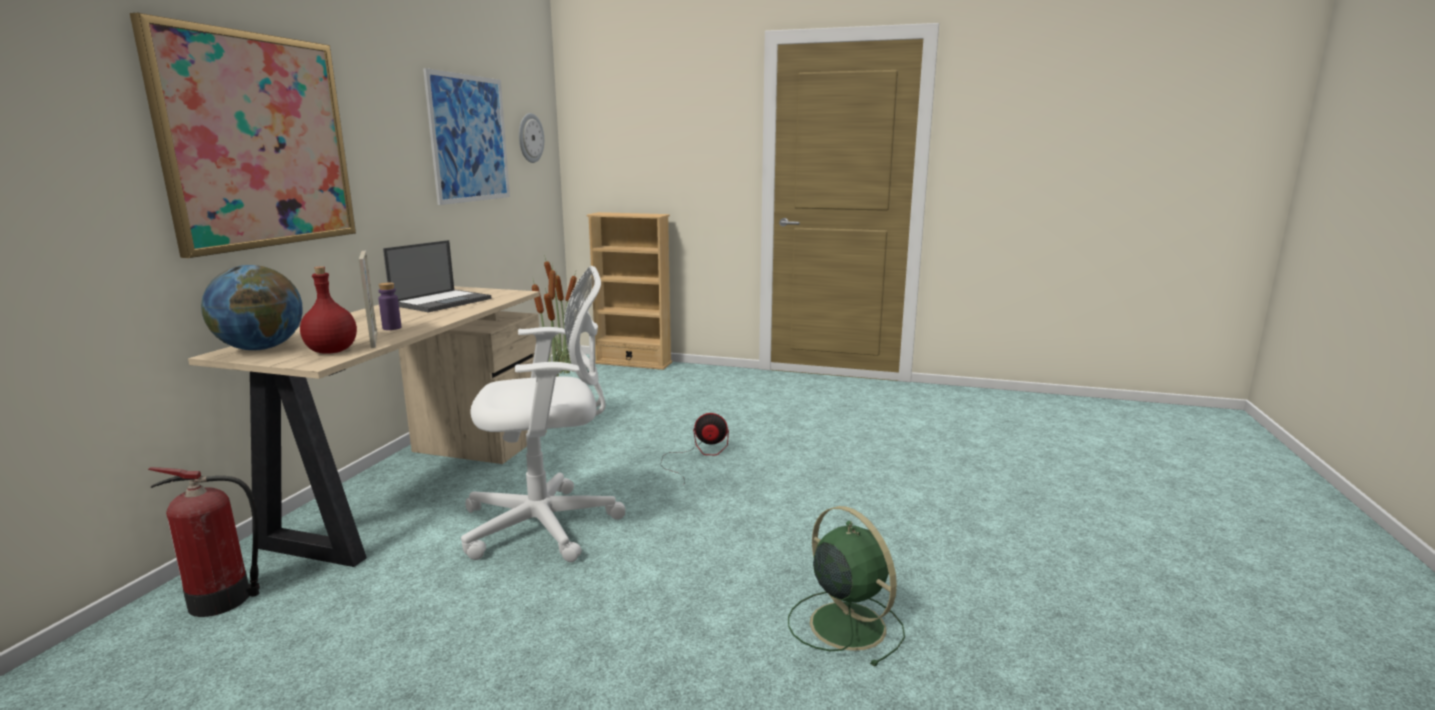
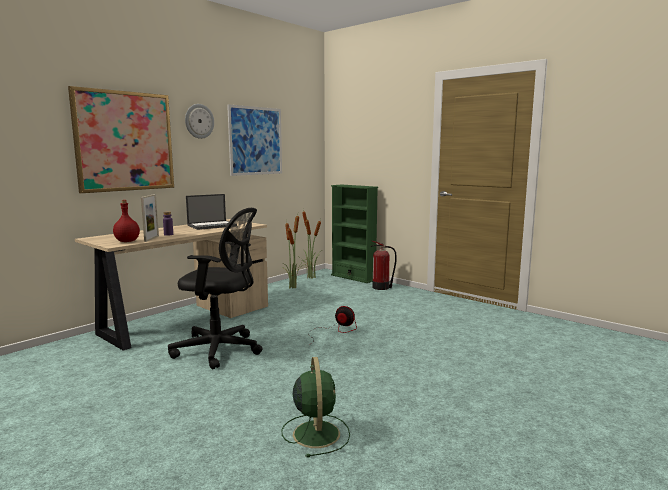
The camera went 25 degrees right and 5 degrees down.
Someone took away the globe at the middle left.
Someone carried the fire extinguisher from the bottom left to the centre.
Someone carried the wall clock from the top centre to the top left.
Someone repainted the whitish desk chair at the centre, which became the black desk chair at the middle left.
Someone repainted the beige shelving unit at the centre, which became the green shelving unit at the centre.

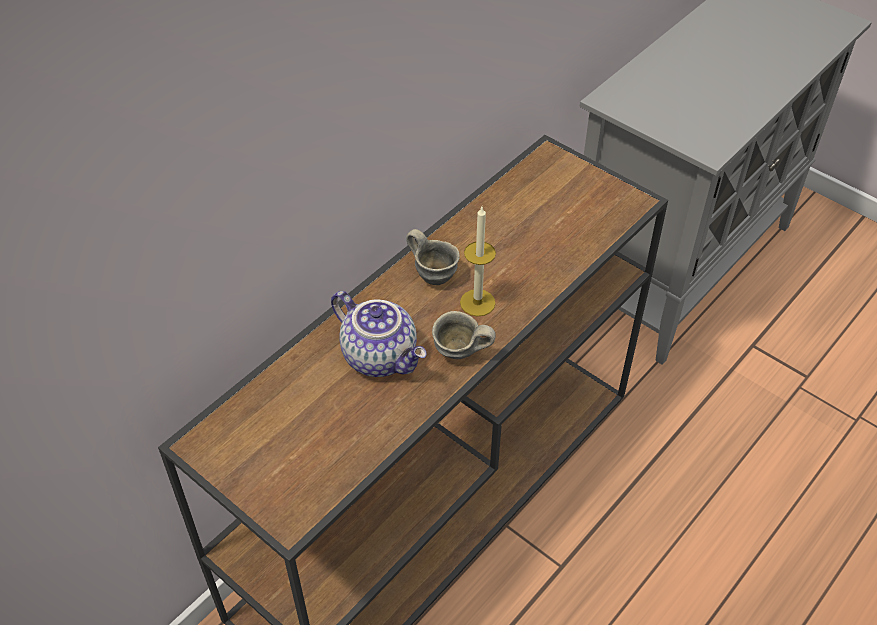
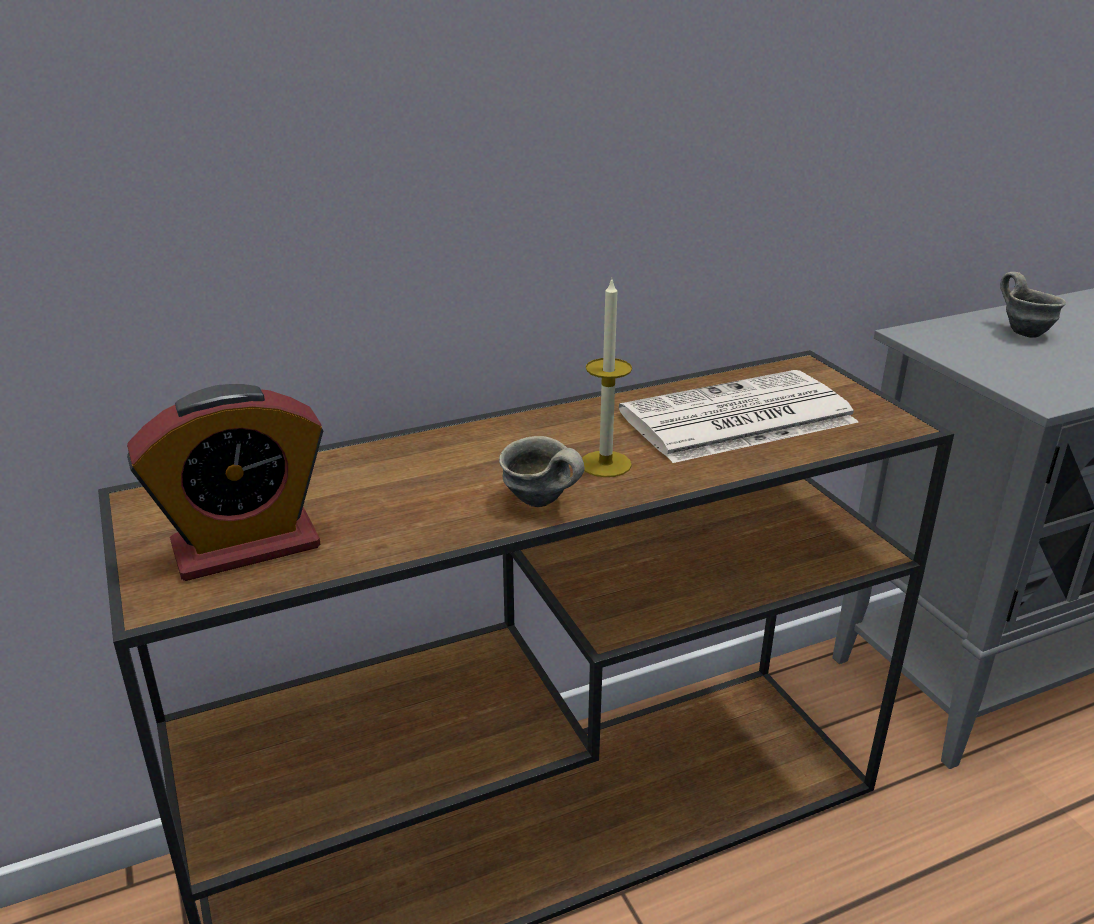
The camera went 25 degrees right and 20 degrees down.
Someone took away the pot for tea at the centre.
Someone put down the bedside clock at the middle left.
Someone put down the newspaper at the middle right.
Someone carried the gray mug (1st from left in the first image) from the centre to the top right.

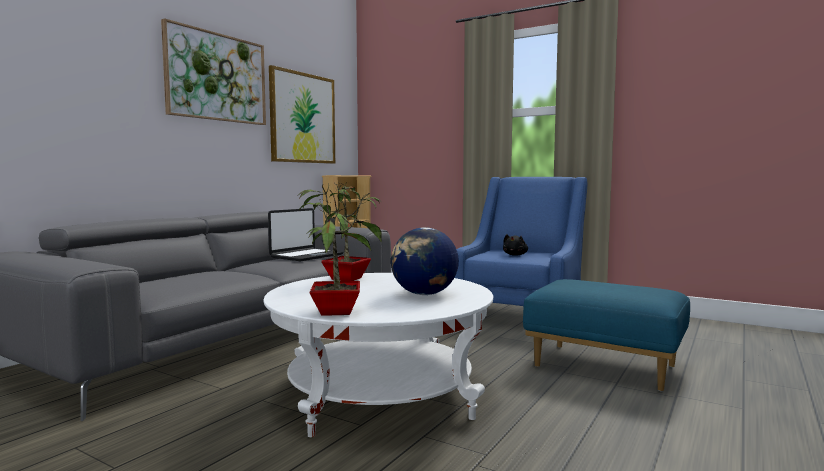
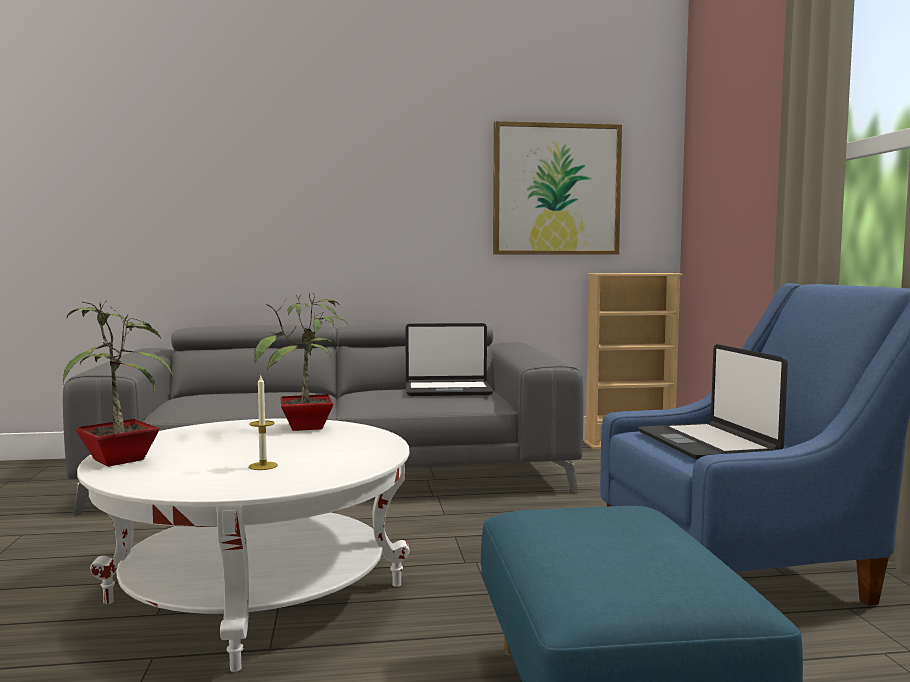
The camera went 50 degrees right and 0 degrees up.
Someone took away the wall picture (1st from left) at the top left.
Someone swapped the globe at the centre for the candle at the middle left.
Someone swapped the black cuddly toy at the centre for the notebook computer (2nd from left) at the middle right.

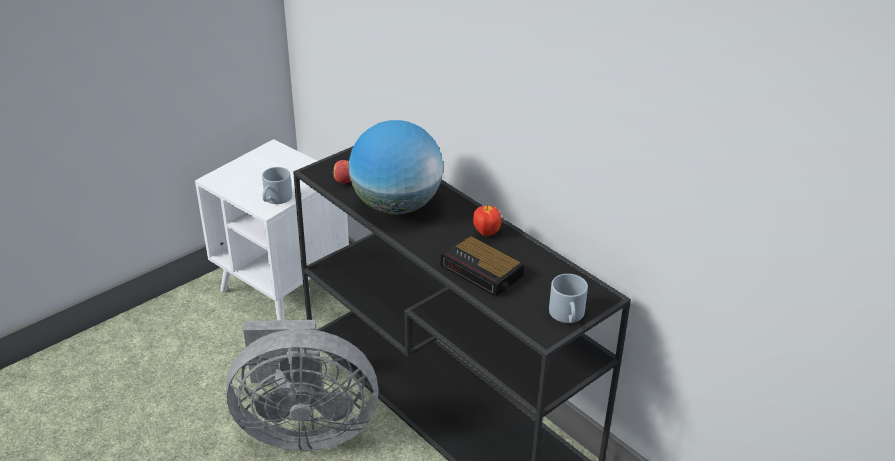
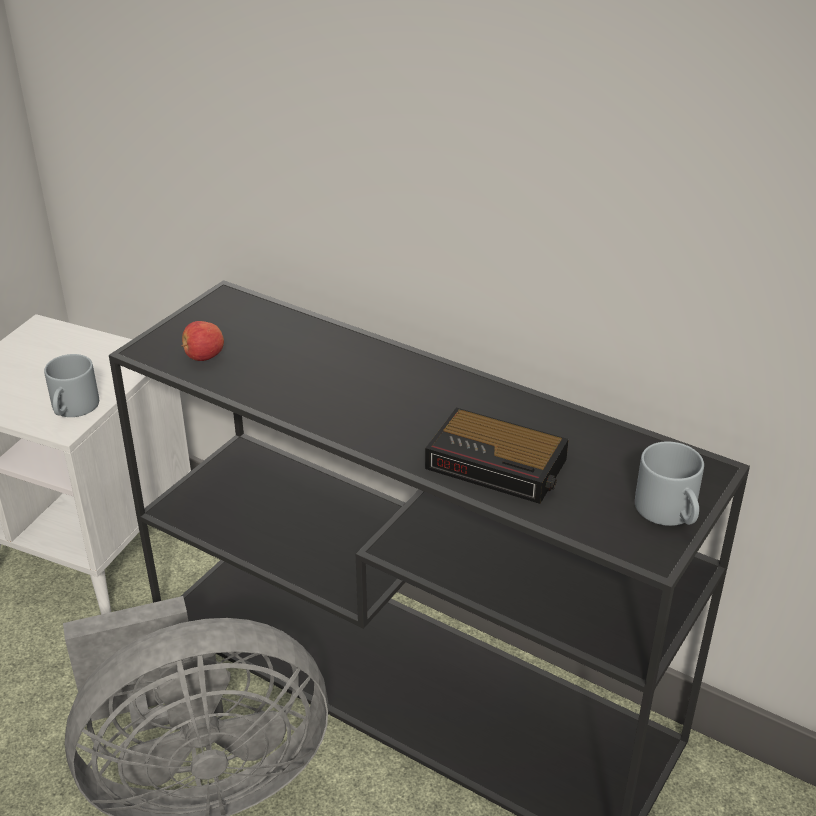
The camera went 15 degrees left and 0 degrees up.
Someone took away the globe at the centre.
Someone took away the apple (2nd from left) at the centre.

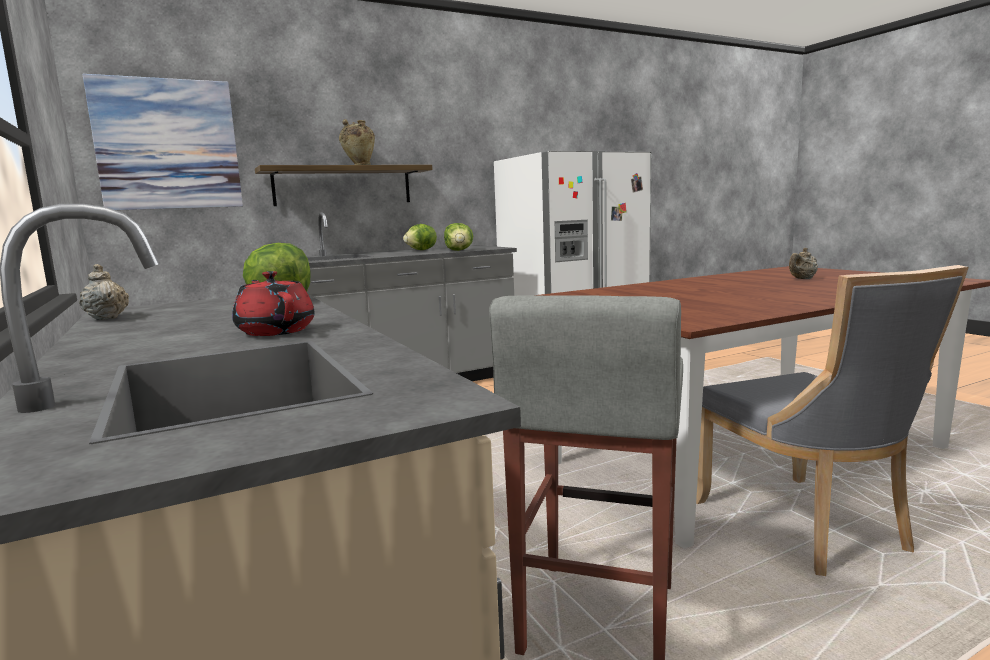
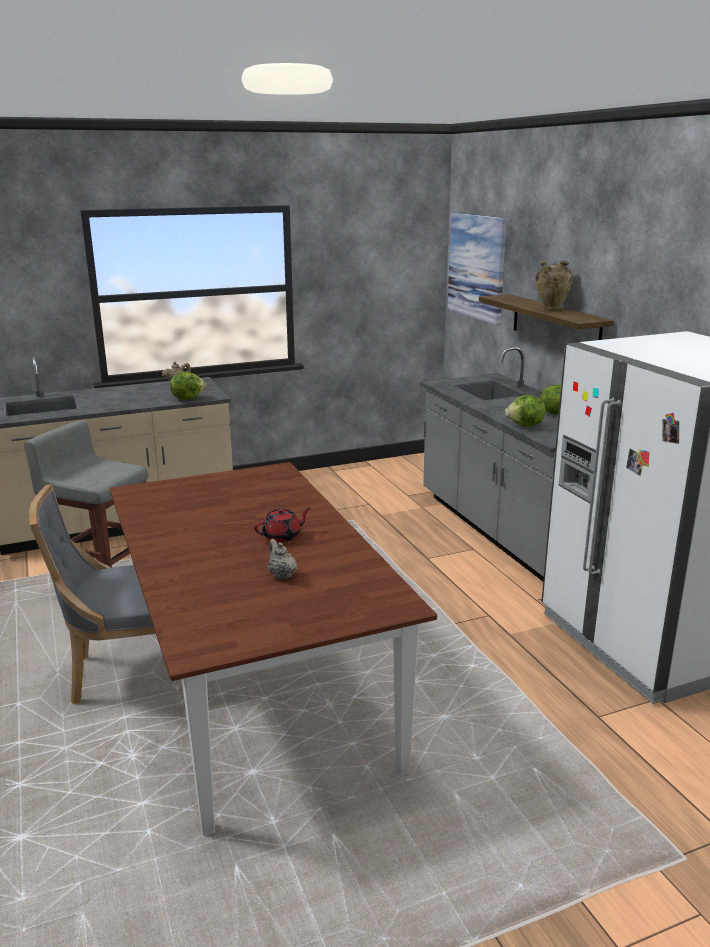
The camera went 95 degrees right and 10 degrees up.
Someone carried the red-coloured pot for tea from the middle left to the centre.

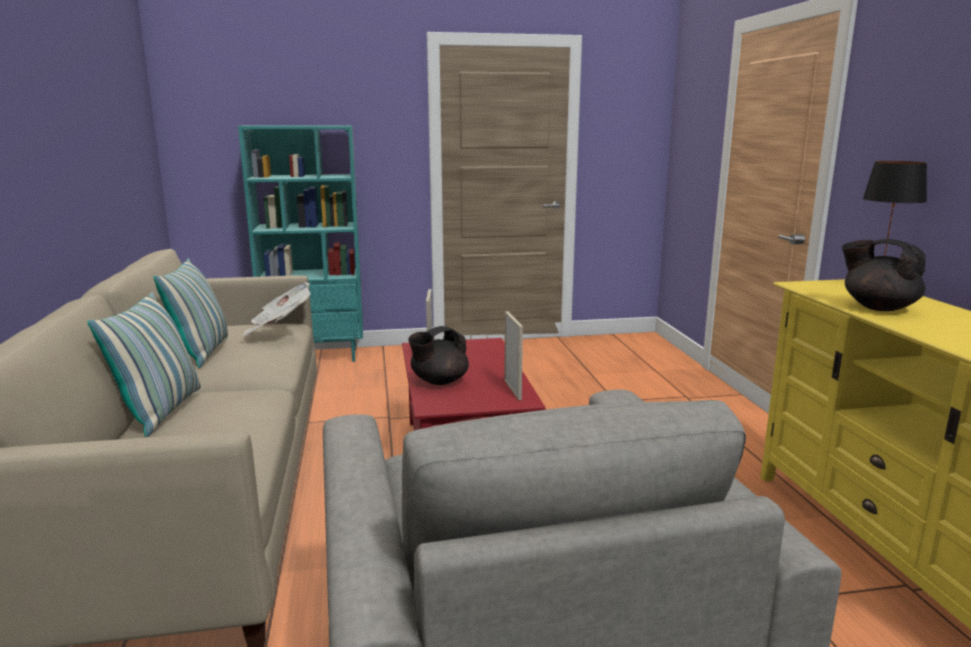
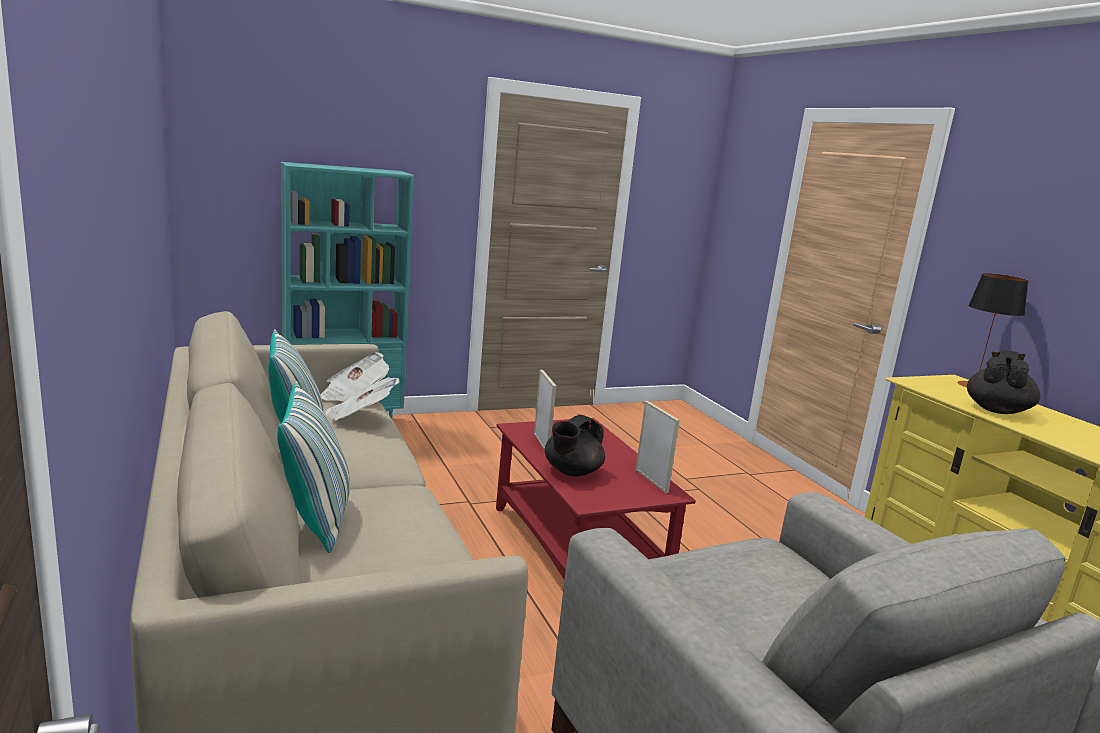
The camera went 15 degrees left and 0 degrees up.
Someone rotated the black pot for tea (2nd from left) at the middle right by 90 degrees clockwise.

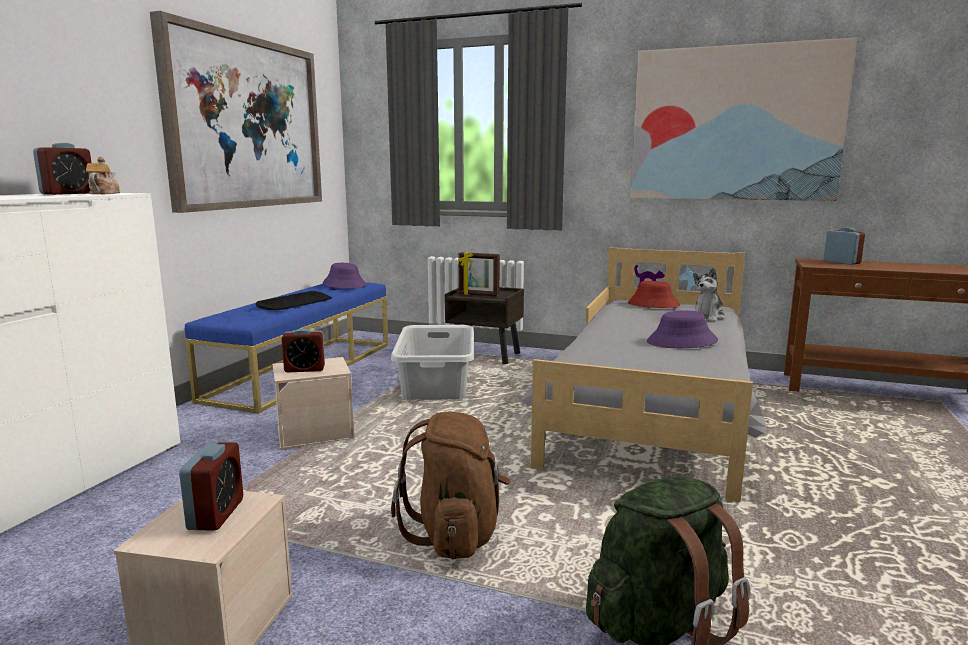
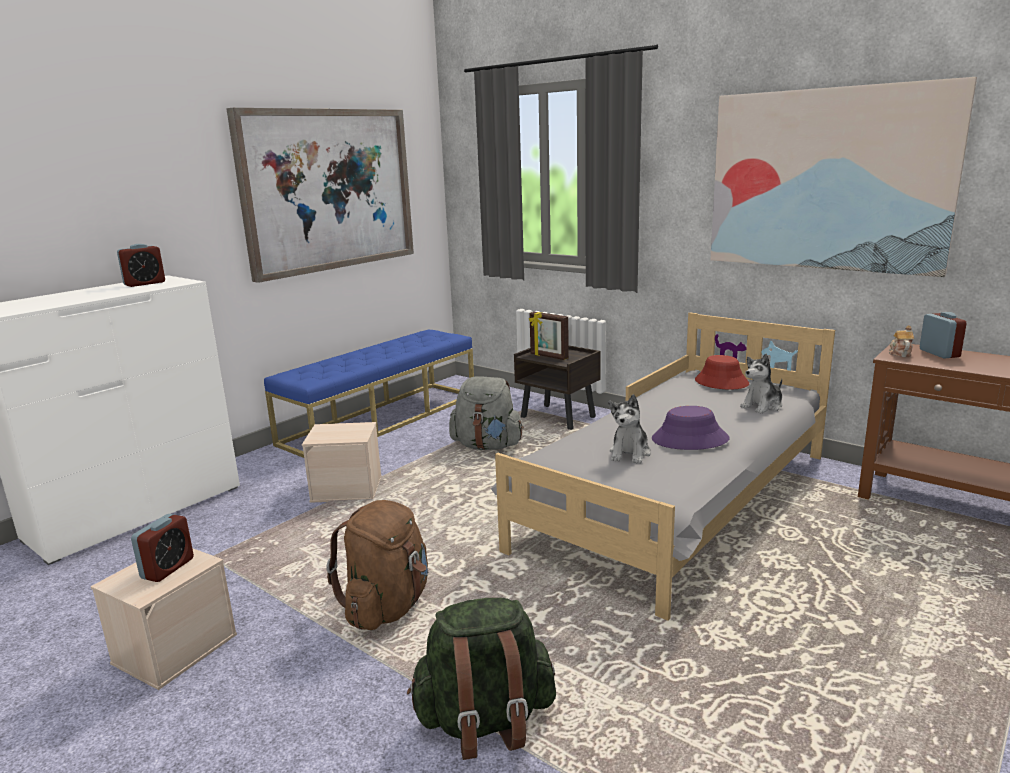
The camera went 20 degrees right and 5 degrees up.
Someone took away the computer keyboard at the middle left.
Someone took away the bedside clock (3rd from left) at the middle left.
Someone took away the purplish hat (1st from left) at the centre.
Someone put down the cuddly toy (1st from left) at the centre.
Someone carried the pot for tea from the top left to the middle right.
Someone swapped the gray laundry basket at the centre for the gray knapsack at the centre.

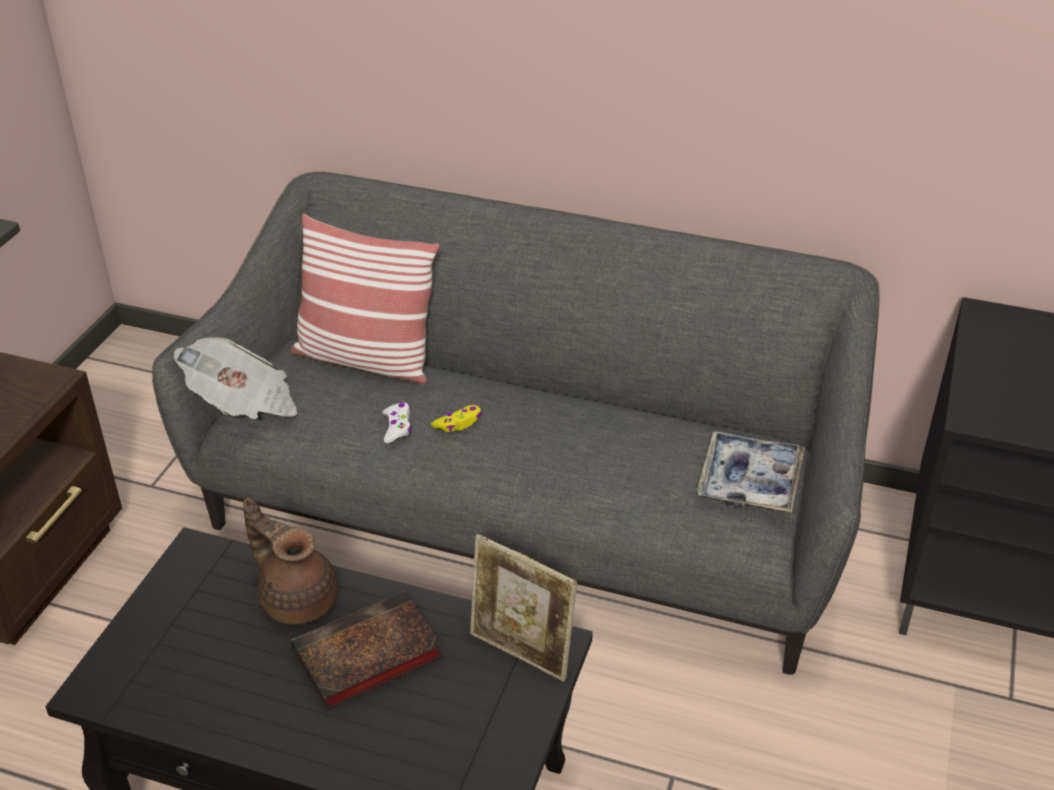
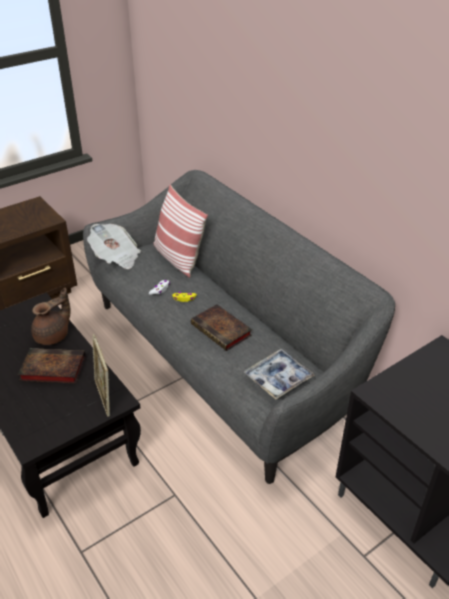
The camera went 35 degrees right and 0 degrees up.
Someone put down the bound book (2nd from left) at the centre.
Someone rotated the brownish pot for tea at the bottom left by 60 degrees clockwise.

